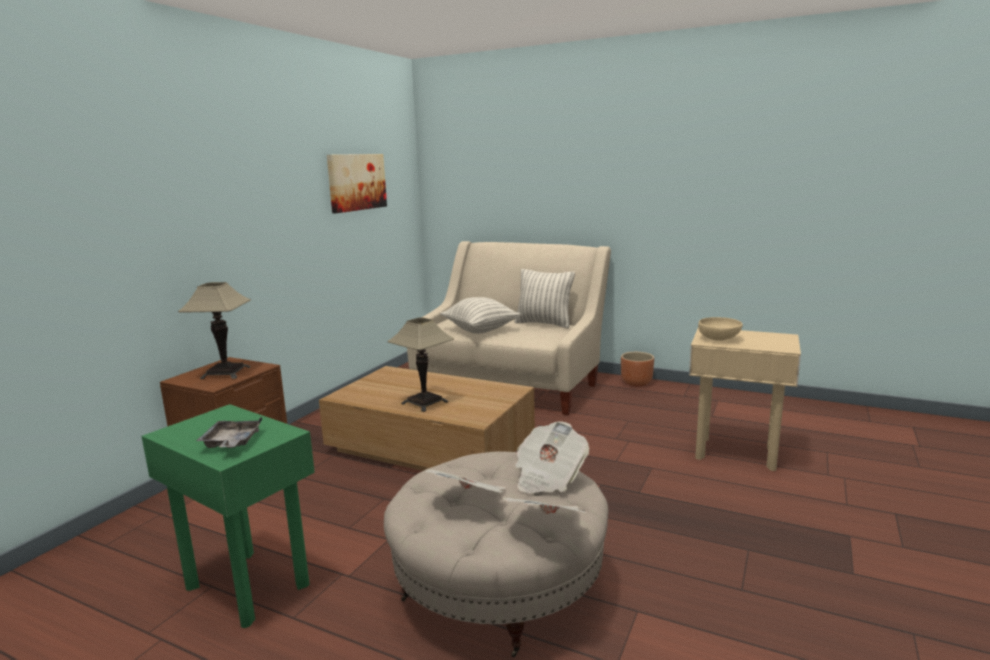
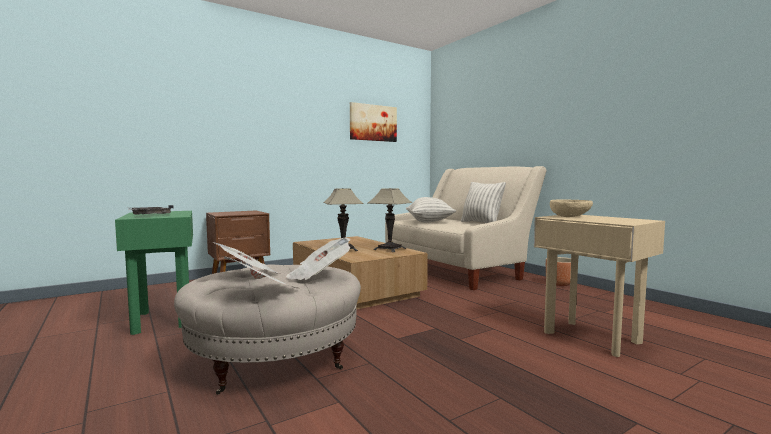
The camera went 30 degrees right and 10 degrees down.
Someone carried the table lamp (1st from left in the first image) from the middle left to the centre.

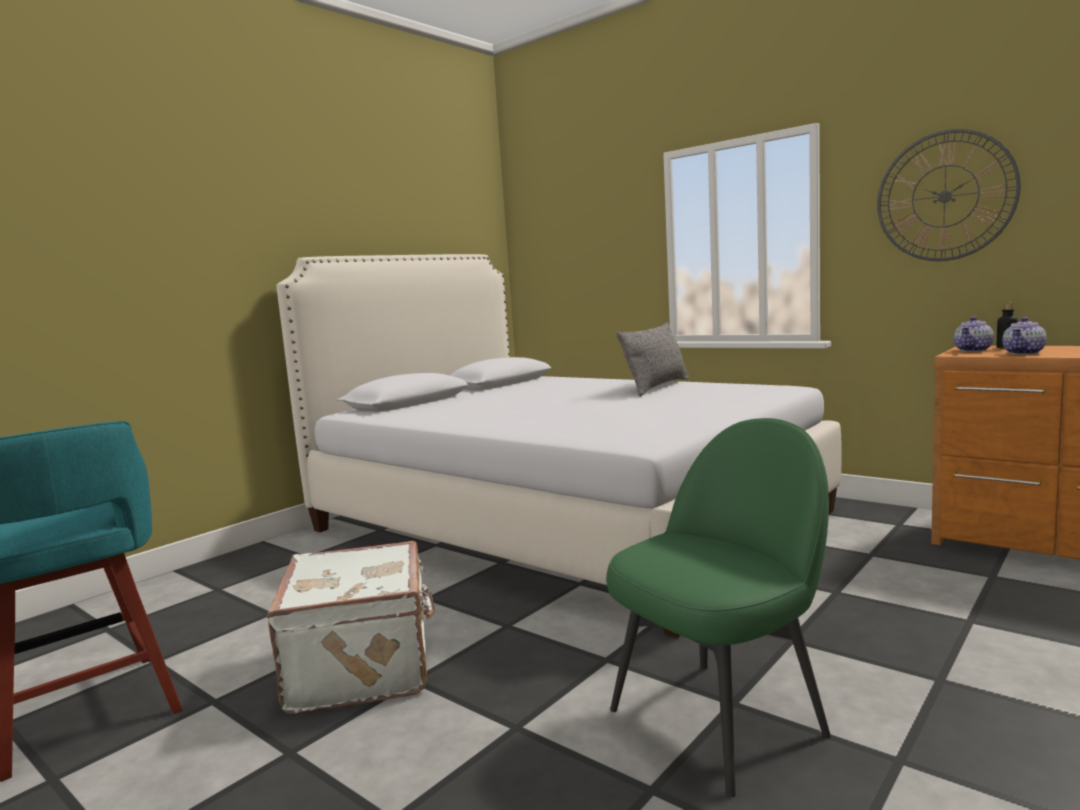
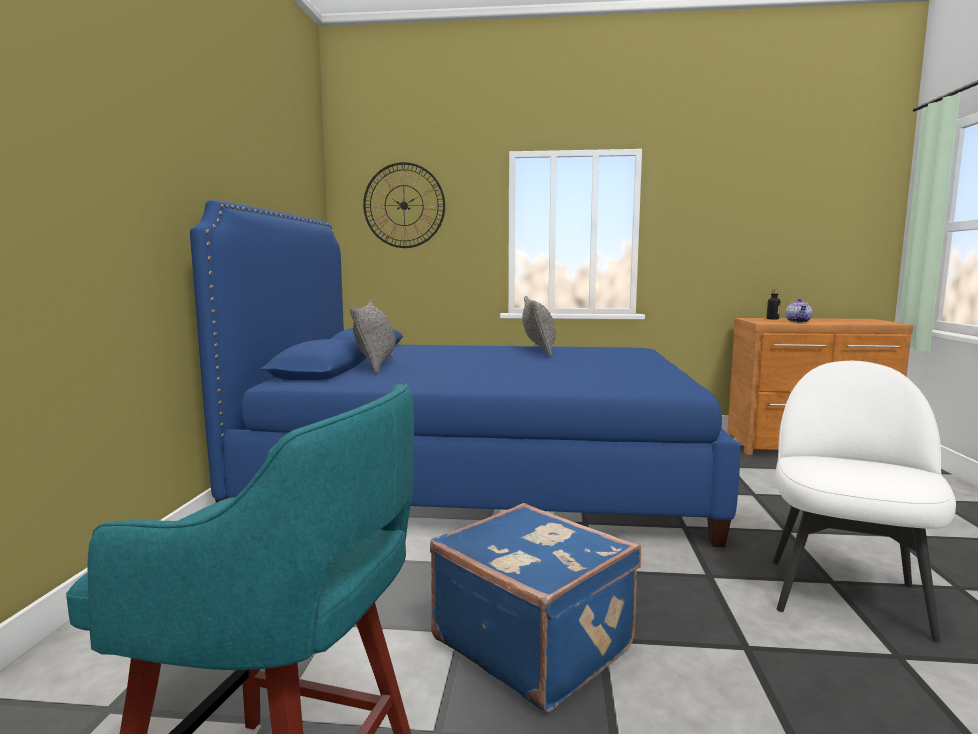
The camera went 35 degrees left and 0 degrees up.
Someone took away the pot for tea (1st from left) at the middle right.
Someone put down the gray throw pillow (1st from left) at the centre.
Someone carried the wall clock from the top right to the top centre.
Someone repainted the whitish travel case at the bottom left, which became the bluish travel case at the bottom centre.
Someone repainted the whitish bed at the centre, which became the bluish bed at the centre.
Someone repainted the green upright chair at the bottom centre, which became the whitish upright chair at the bottom right.

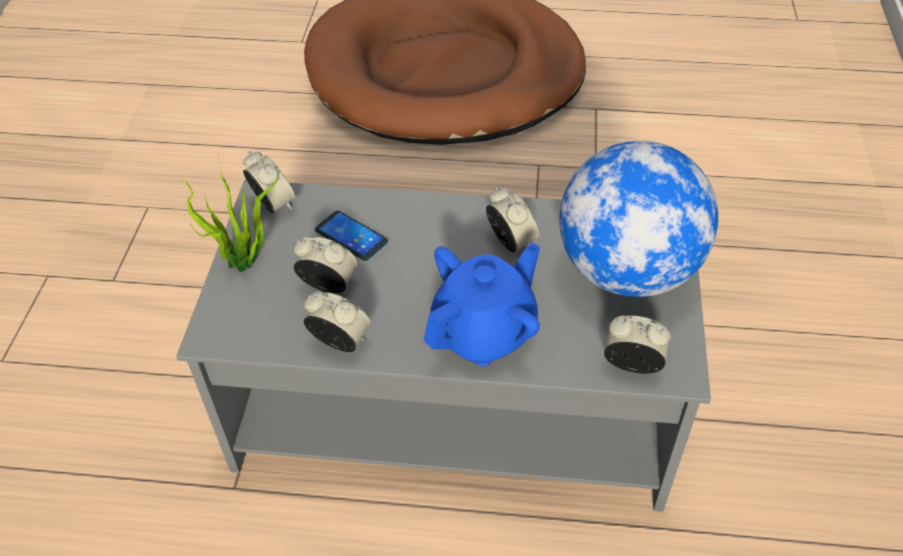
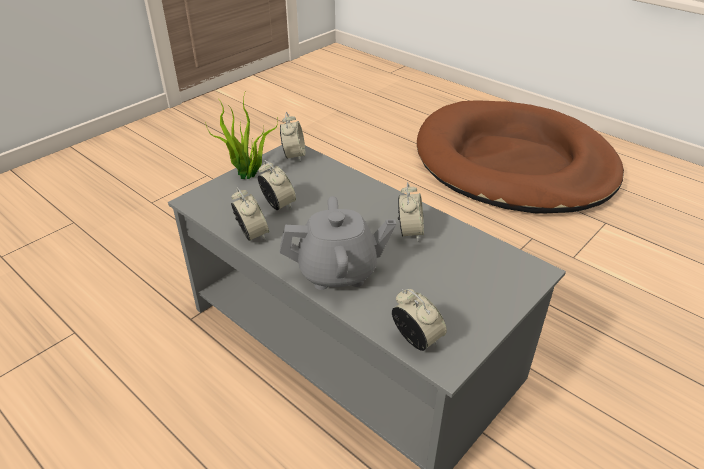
The camera went 35 degrees right and 10 degrees down.
Someone took away the phone at the centre.
Someone took away the globe at the middle right.
Someone repainted the bluish pot for tea at the centre, which became the gray pot for tea at the centre.

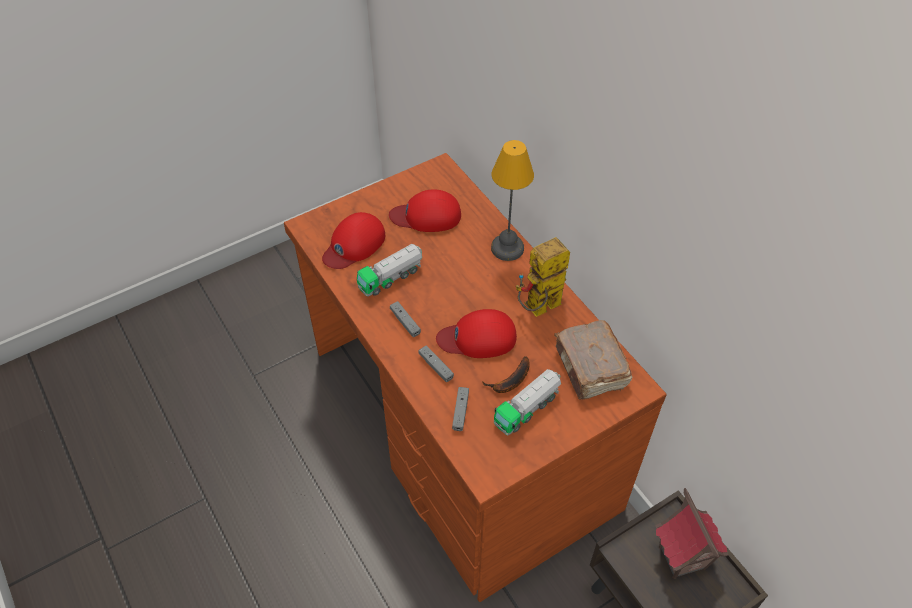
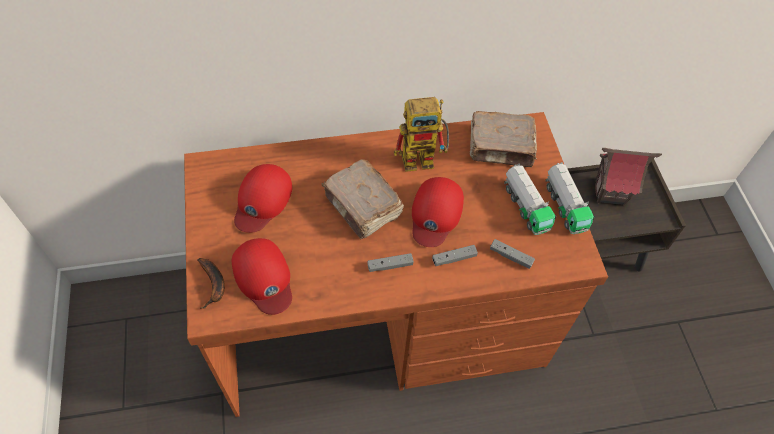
The camera went 70 degrees left and 5 degrees up.
Someone took away the table lamp at the top centre.
Someone put down the brownish bound book (1st from left) at the centre.
Someone carried the toy truck (1st from left in the first image) from the centre to the middle right.
Someone carried the whole banana from the centre to the middle left.
Someone rotated the toy robot at the centre by 90 degrees counterclockwise.

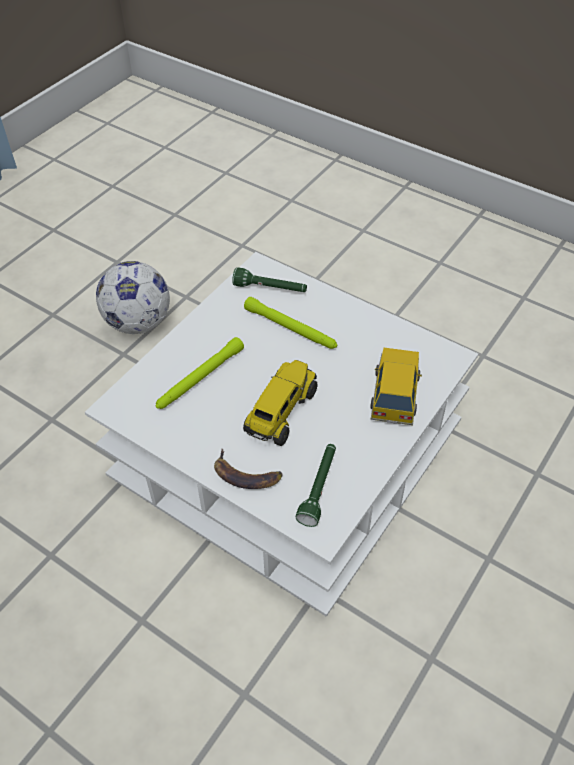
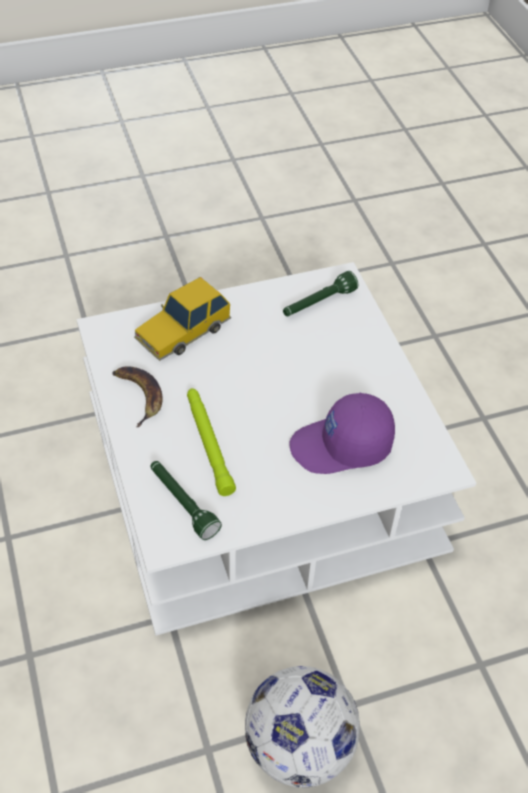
The camera went 145 degrees left and 0 degrees up.
Someone took away the toy truck at the centre.
Someone carried the whole banana from the centre to the middle left.
Someone swapped the green torch (1st from left) at the centre for the purplish peaked cap at the centre.

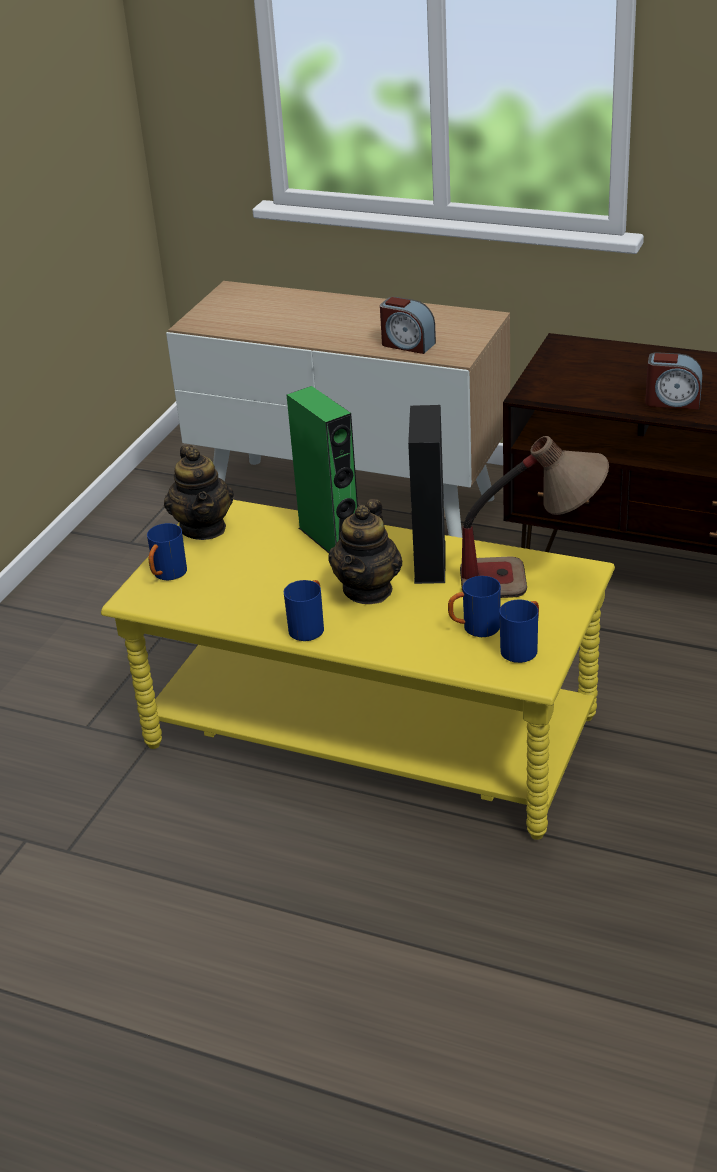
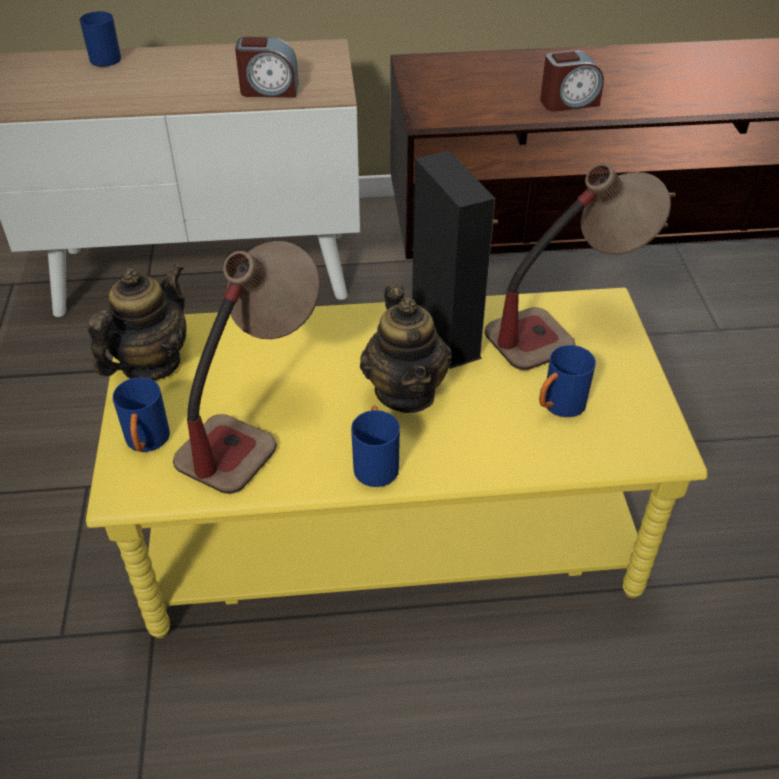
The camera went 30 degrees left and 10 degrees up.
Someone took away the green audio speaker at the centre.
Someone put down the table lamp (1st from left) at the middle left.
Someone carried the bluish mug (4th from left in the first image) from the middle right to the top left.
Someone rotated the pot for tea (1st from left) at the middle left by 105 degrees counterclockwise.

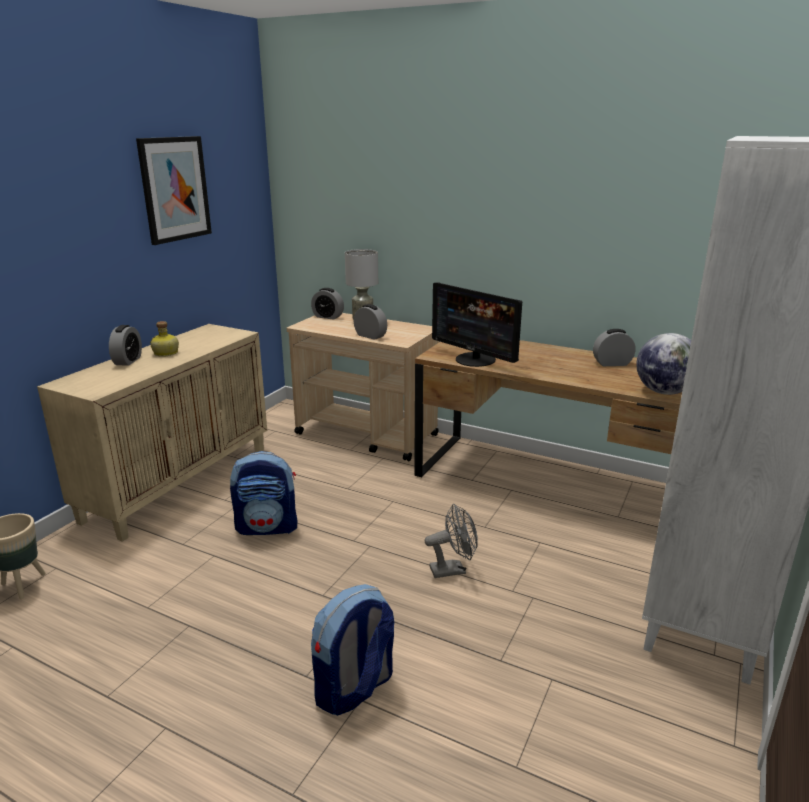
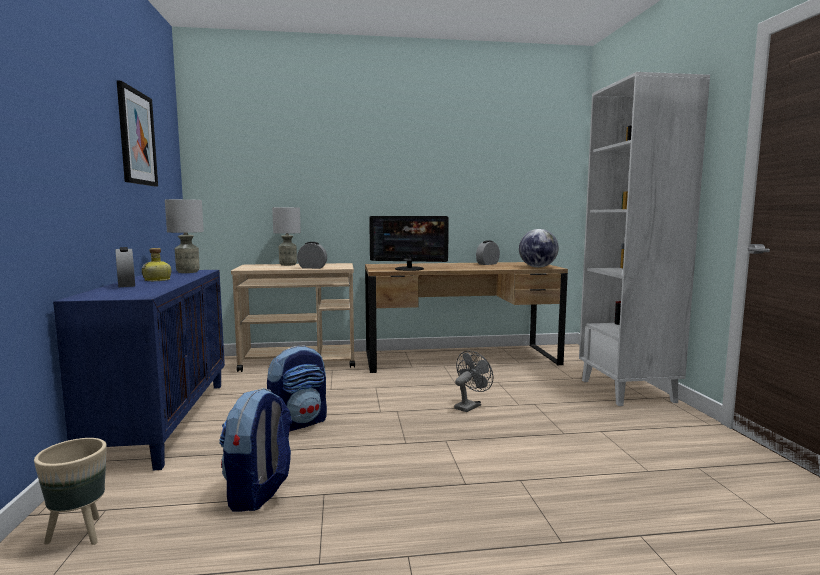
The camera went 35 degrees left and 15 degrees down.
Someone took away the bedside clock (2nd from left) at the centre.
Someone put down the gray table lamp (1st from left) at the middle left.
Someone carried the knapsack (2nd from left in the first image) from the bottom centre to the bottom left.
Someone repainted the beige storage cabinet at the middle left, which became the bluish storage cabinet at the middle left.

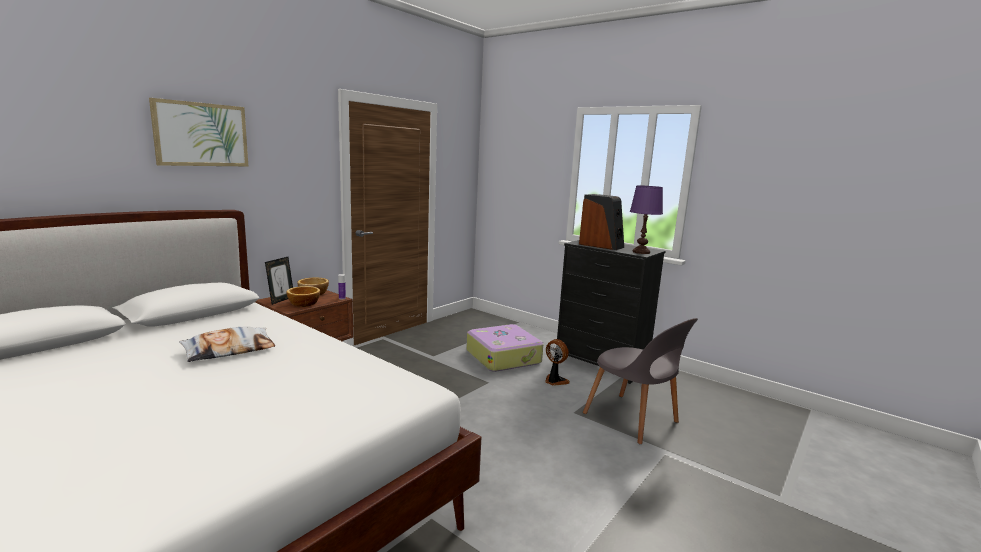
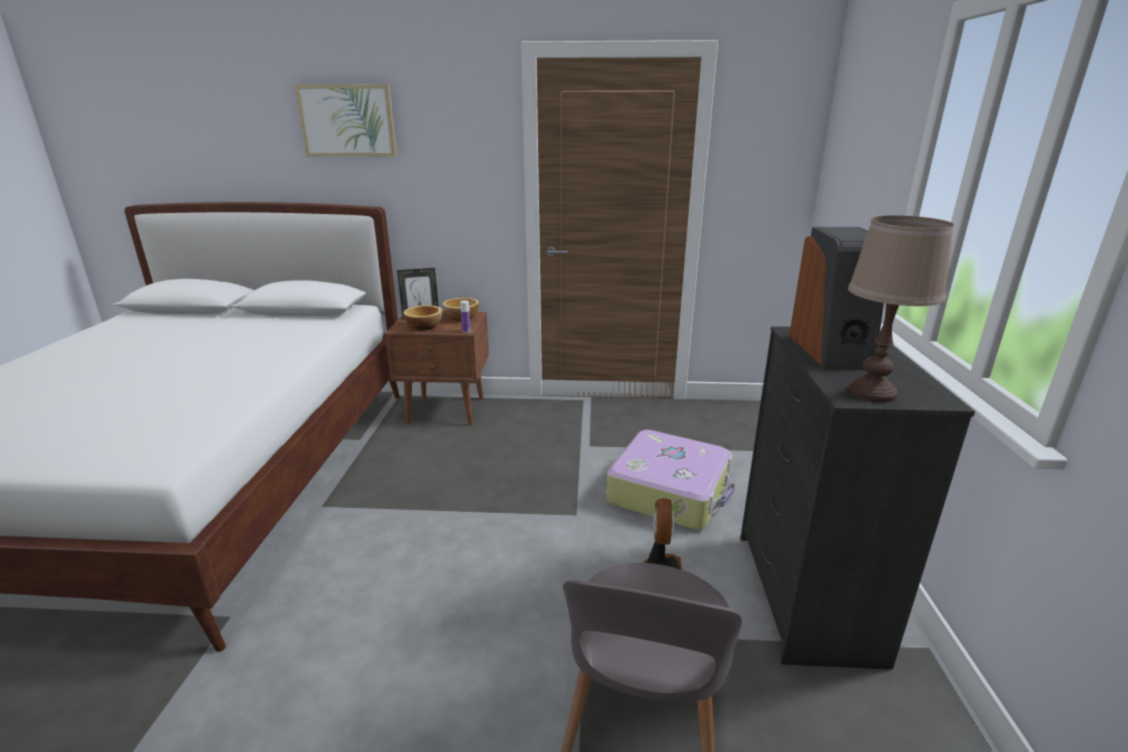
The camera went 55 degrees right and 10 degrees up.
Someone took away the throw pillow at the middle left.
Someone repainted the purplish table lamp at the centre, which became the brownish table lamp at the middle right.

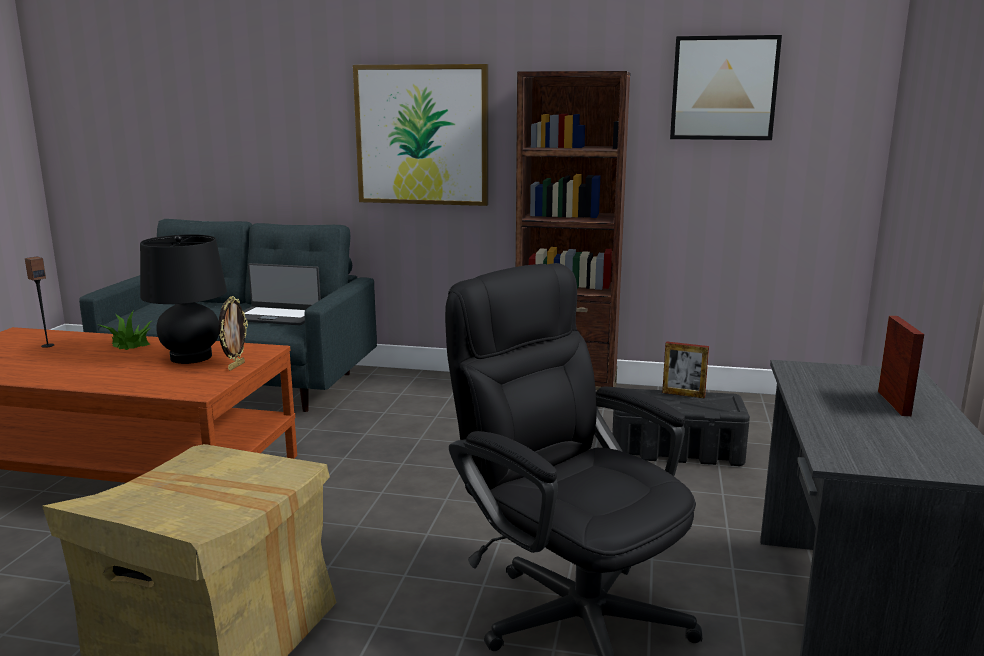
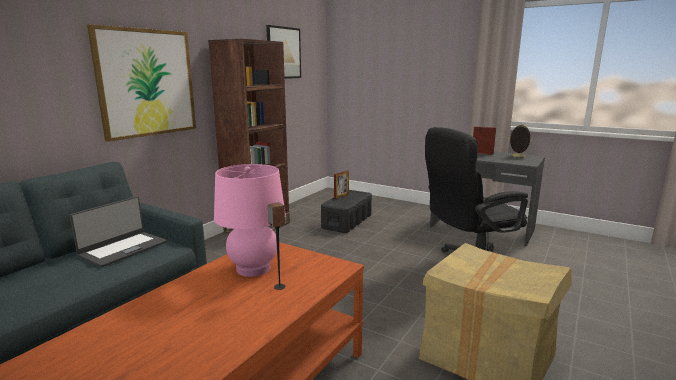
The camera went 70 degrees left and 0 degrees up.
Someone took away the plant in a pot at the middle left.
Someone carried the audio speaker from the middle left to the centre.
Someone carried the picture frame (1st from left in the first image) from the middle left to the middle right.
Someone repainted the black table lamp at the middle left, which became the pink table lamp at the centre.

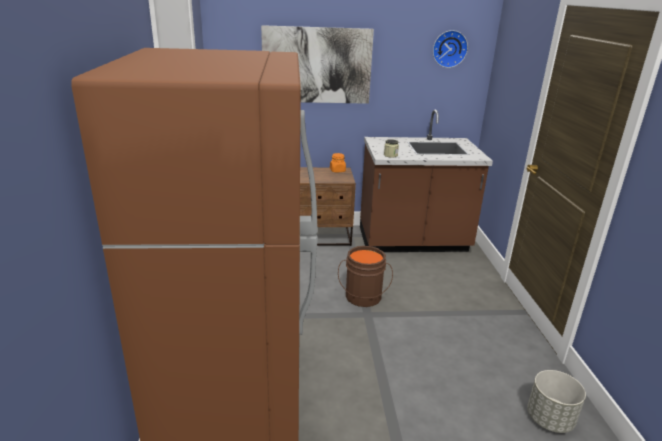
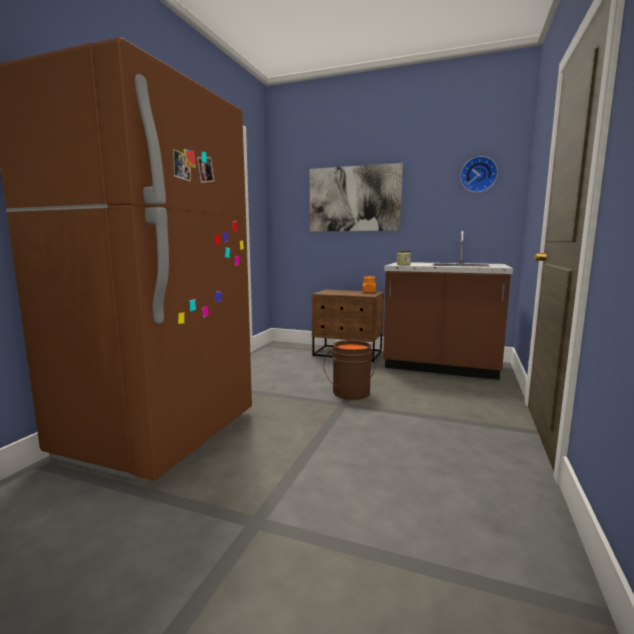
The camera went 25 degrees right and 15 degrees down.
Someone took away the gray plant pot at the bottom right.

